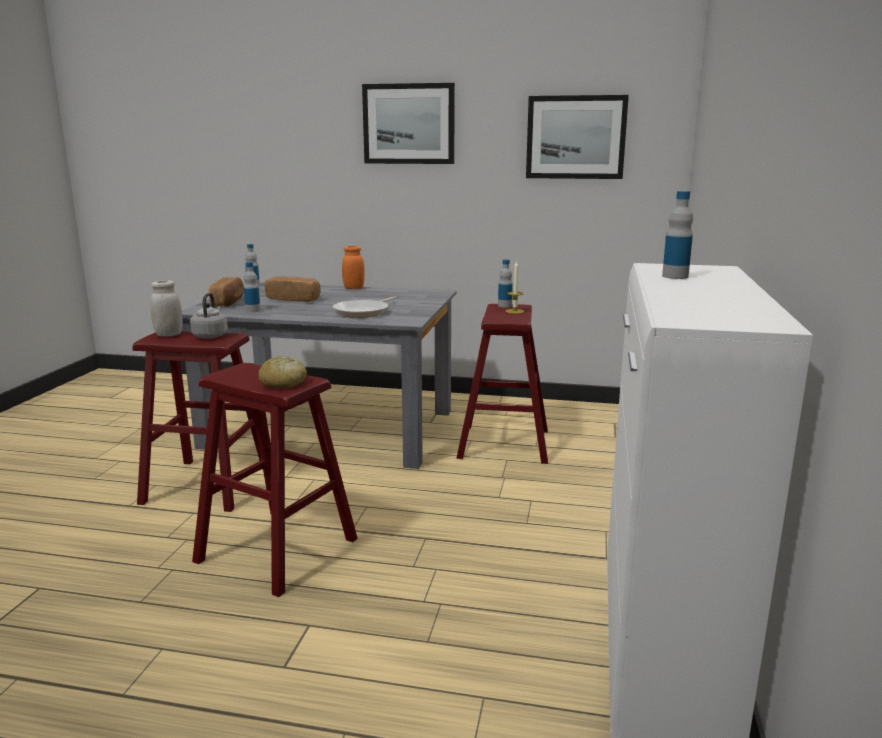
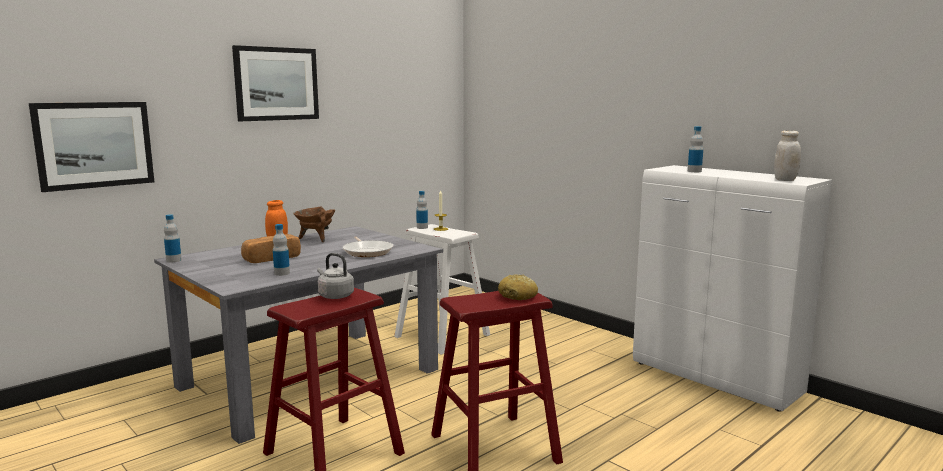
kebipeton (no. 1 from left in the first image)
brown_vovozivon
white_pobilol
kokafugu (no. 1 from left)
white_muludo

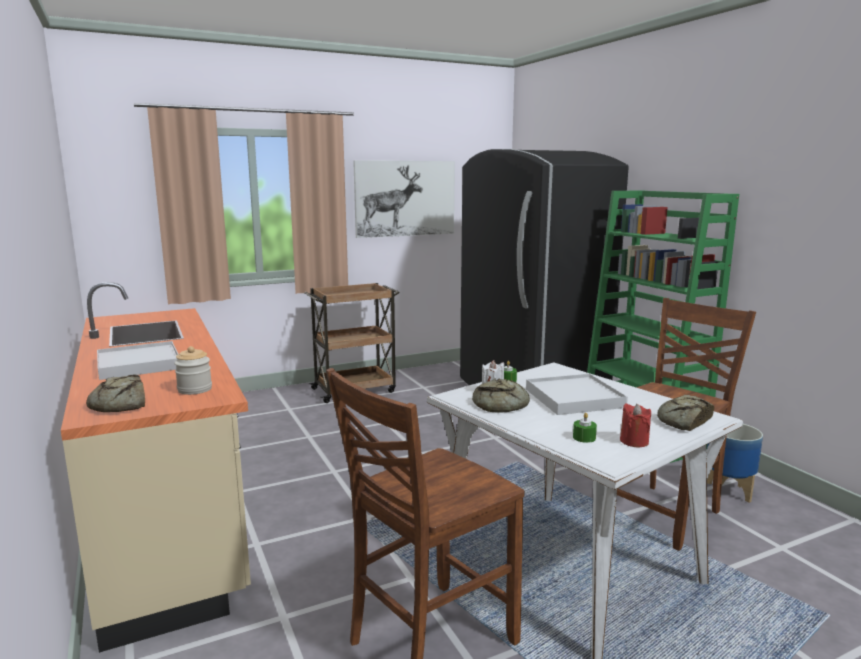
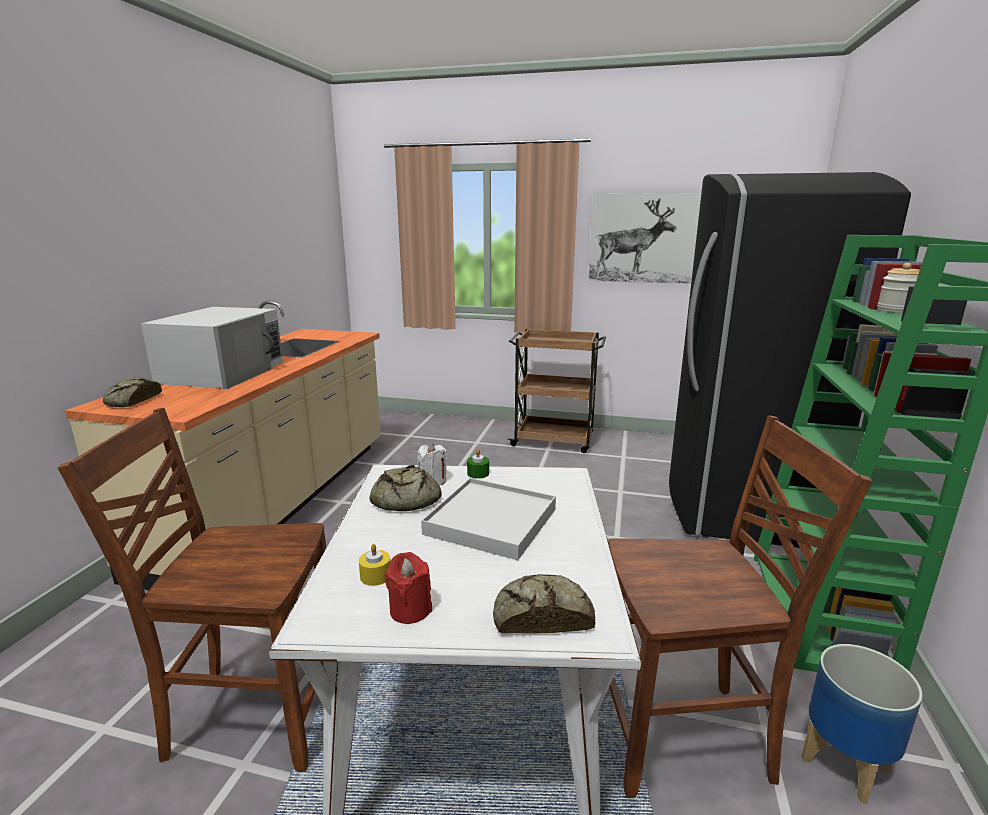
pobilol
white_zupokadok
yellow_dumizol

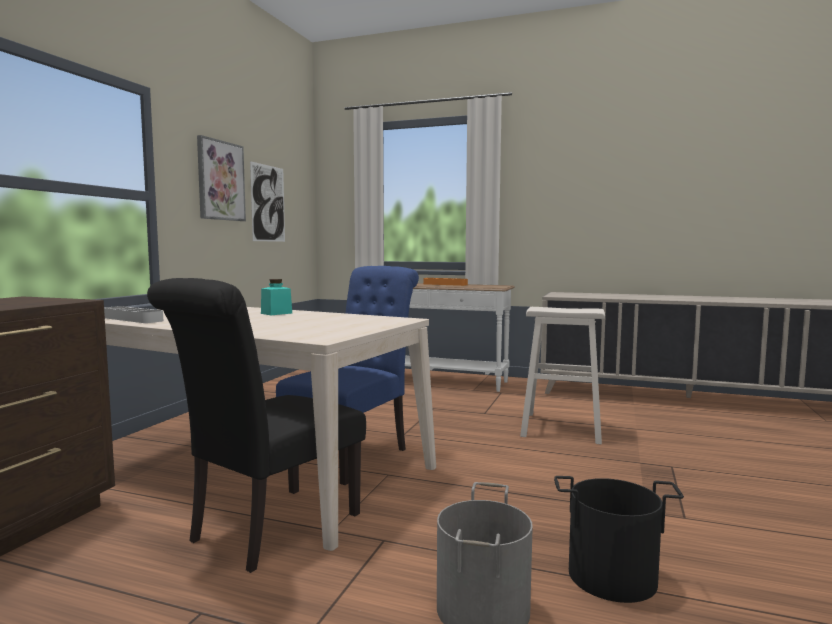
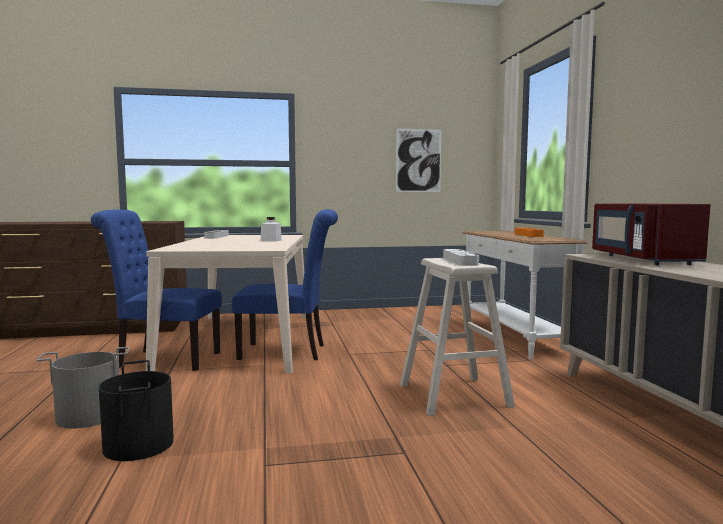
kokafugu (no. 1 from left in the first image)
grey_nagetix (no. 2 from left)
red_zupokadok
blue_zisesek (no. 1 from left)
white_pobilol

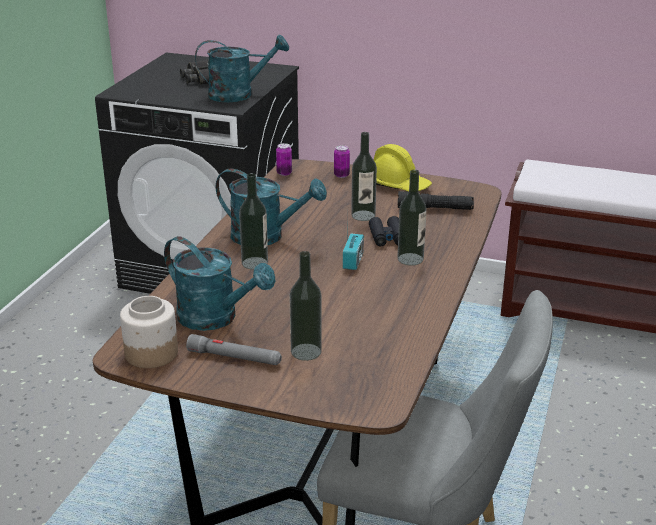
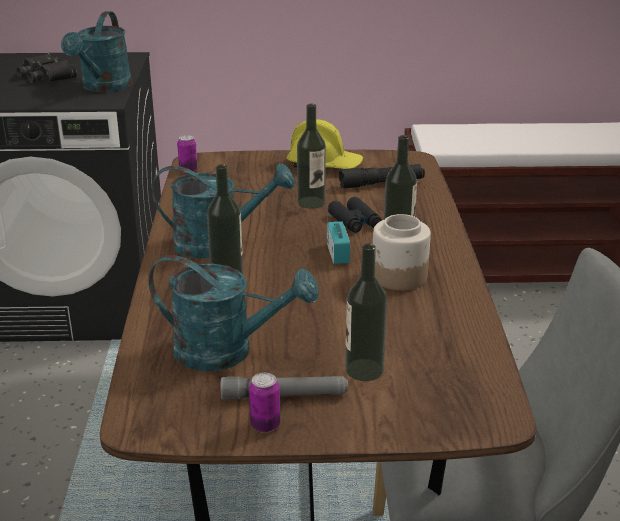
pobilol
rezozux (no. 2 from left)
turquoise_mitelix (no. 1 from left)

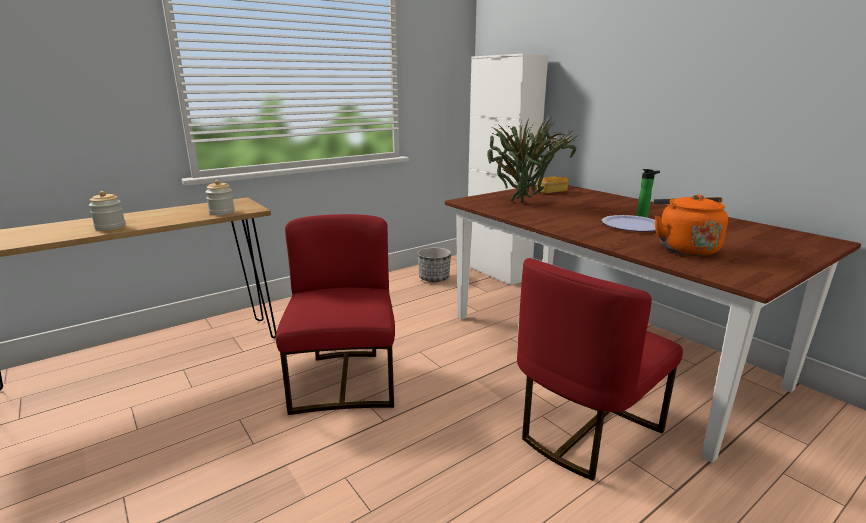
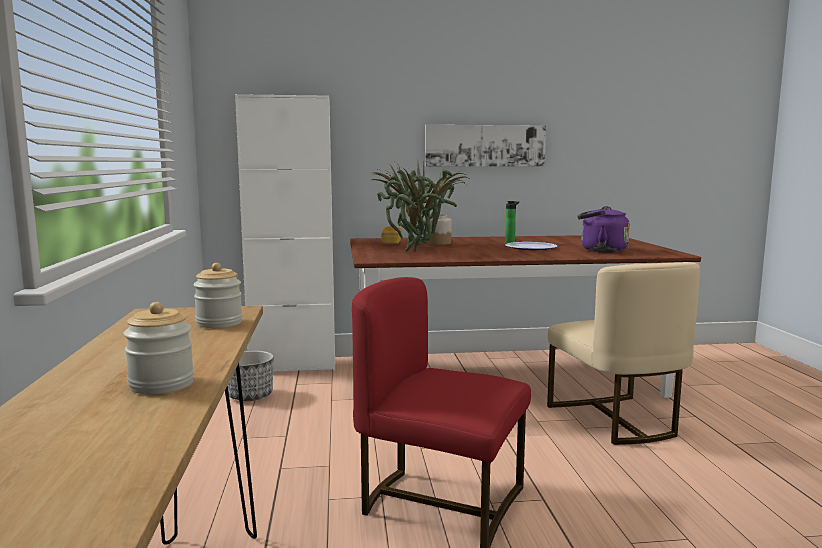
kokafugu
pobilol (no. 3 from left)
beige_zisesek
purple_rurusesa

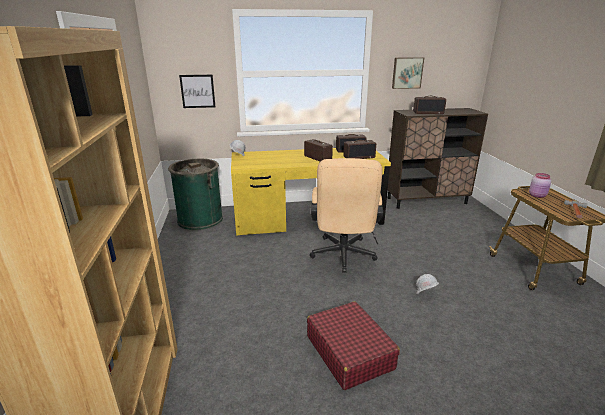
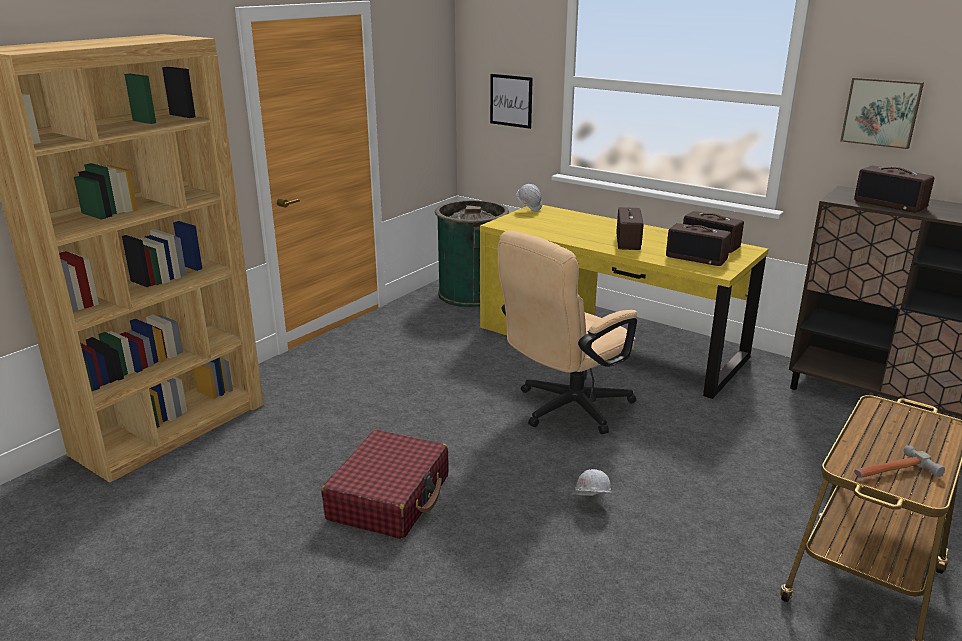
pink_pobilol

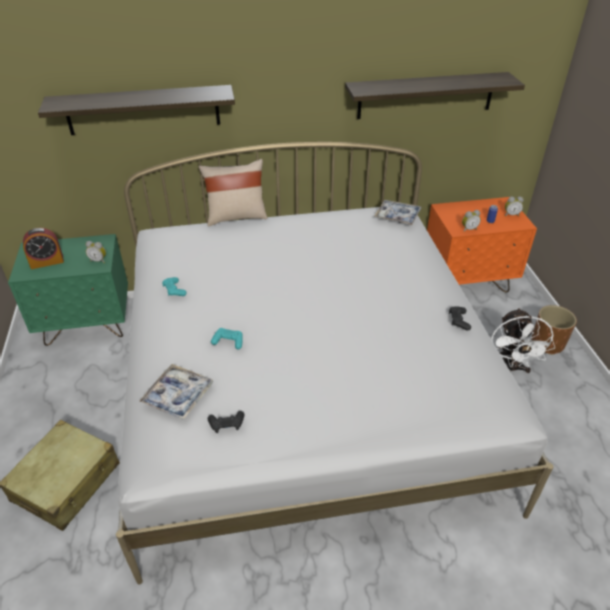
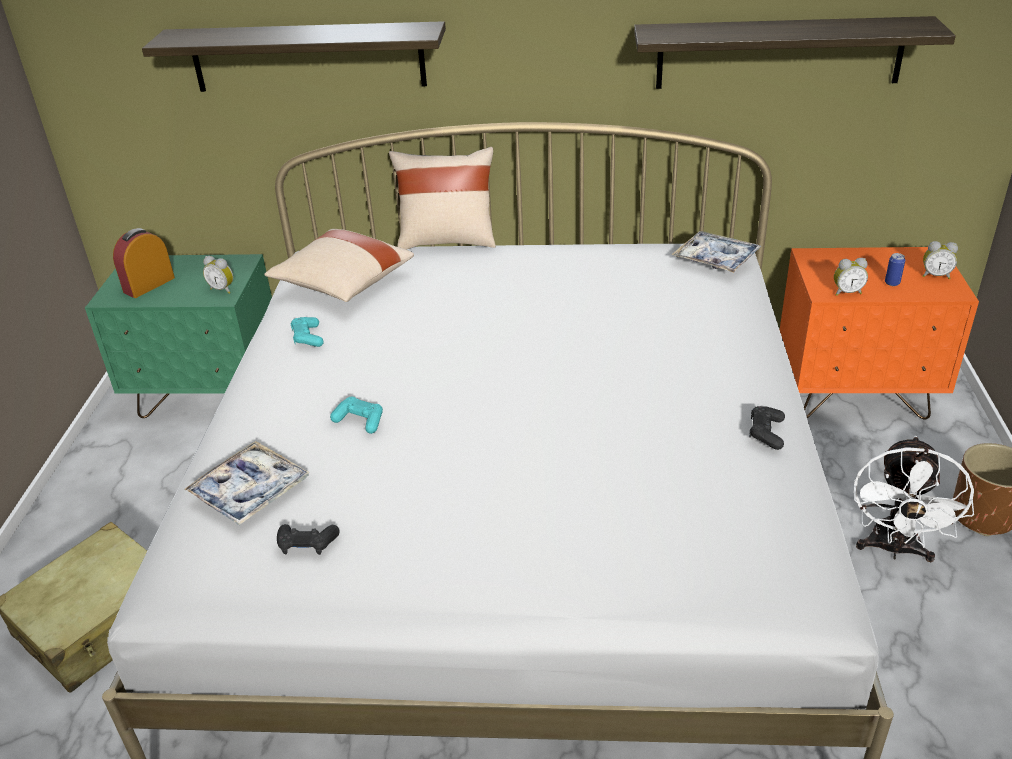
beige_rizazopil (no. 1 from left)
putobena (no. 1 from left)

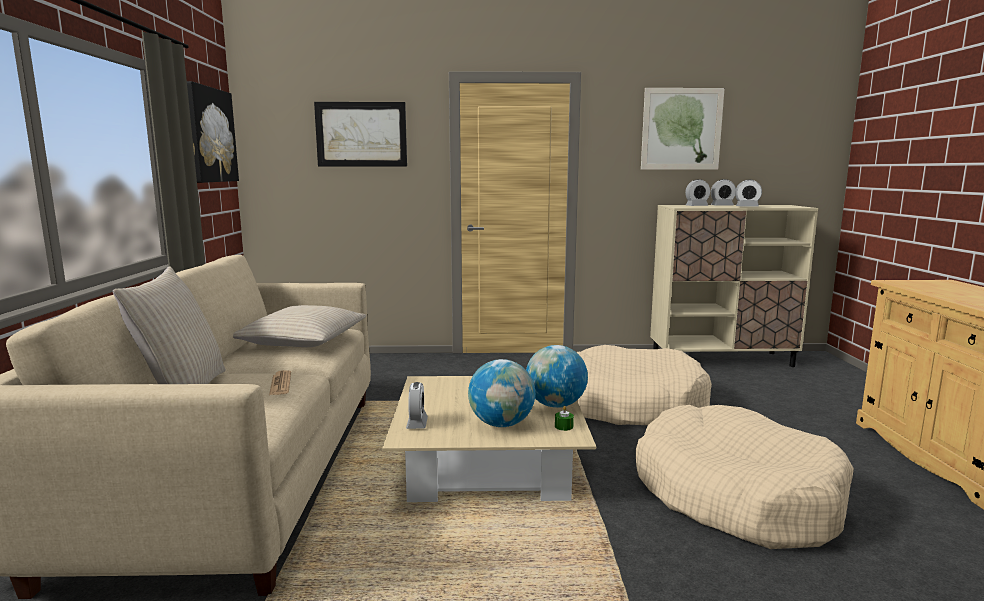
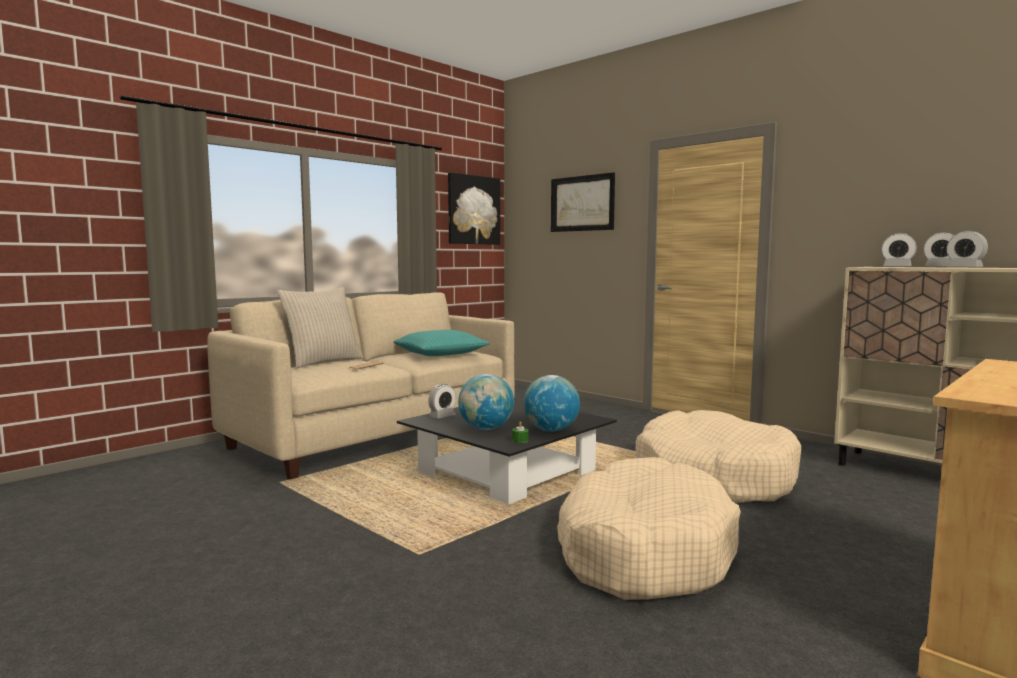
kokafugu (no. 3 from left in the first image)
turquoise_rizazopil
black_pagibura

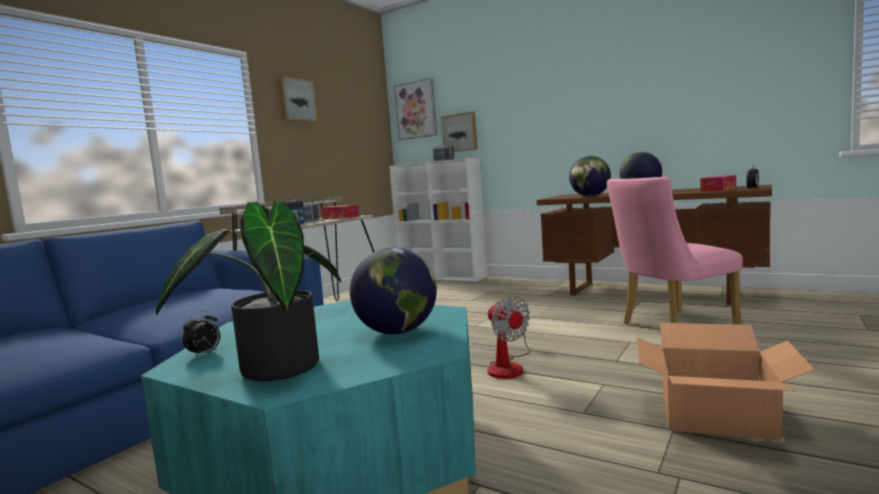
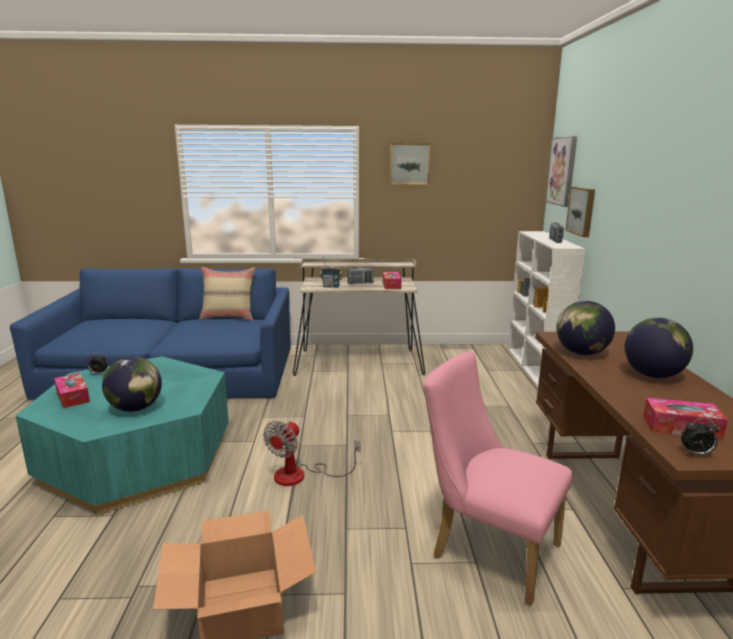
beige_rizazopil
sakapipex (no. 1 from left)

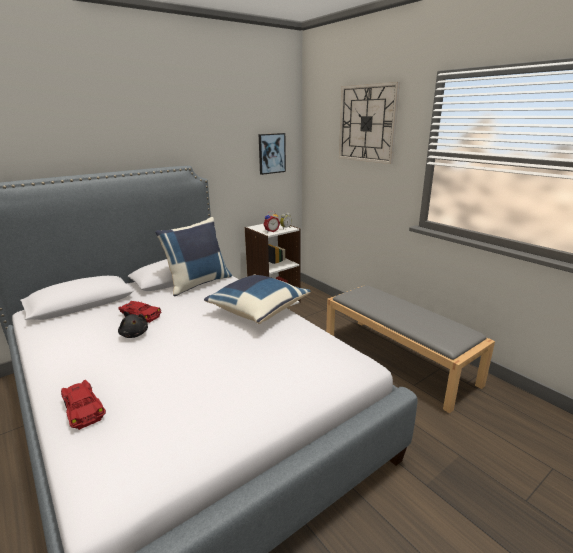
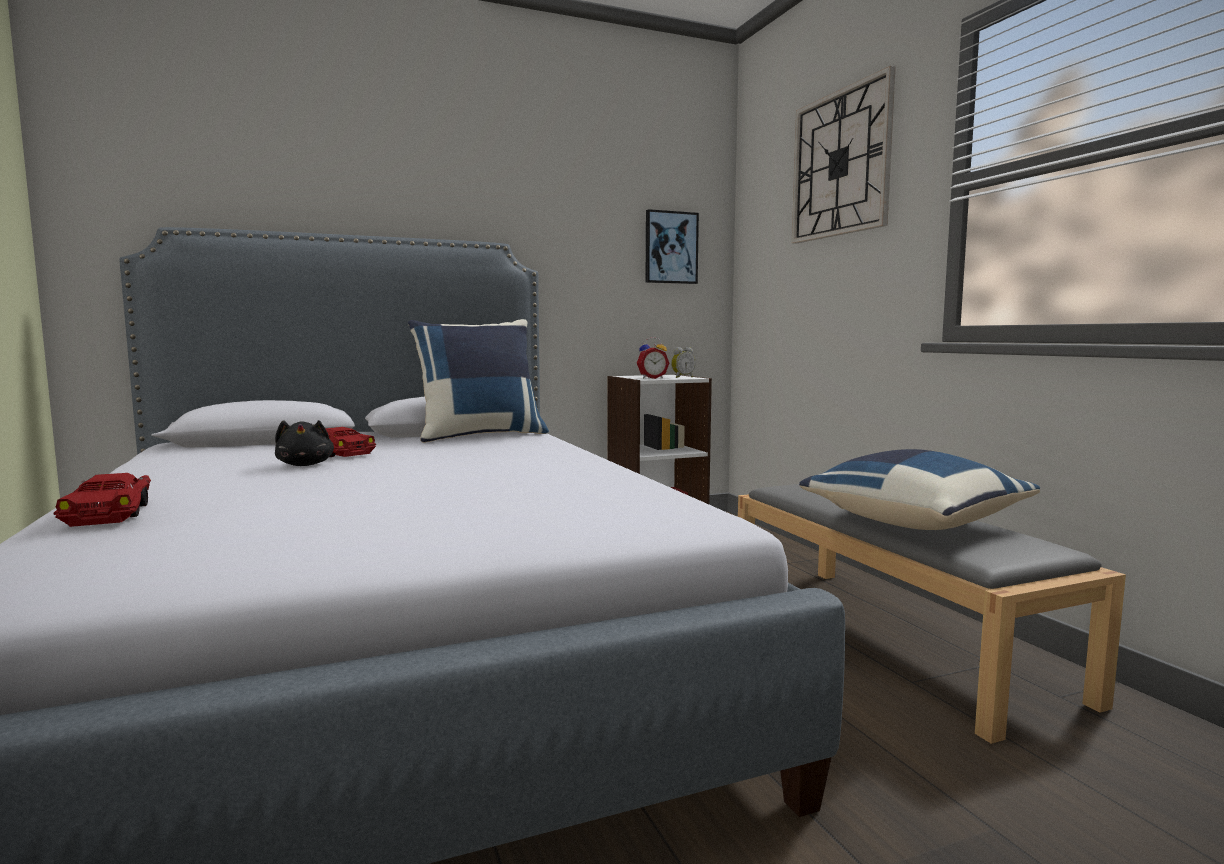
blue_rizazopil (no. 2 from left)

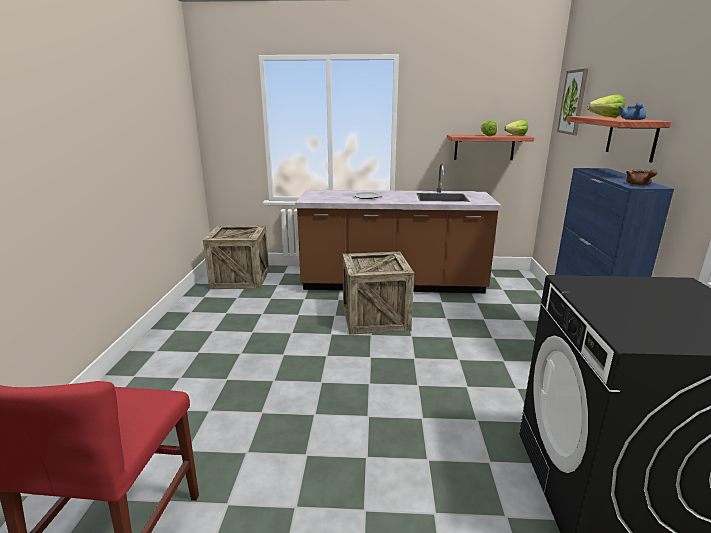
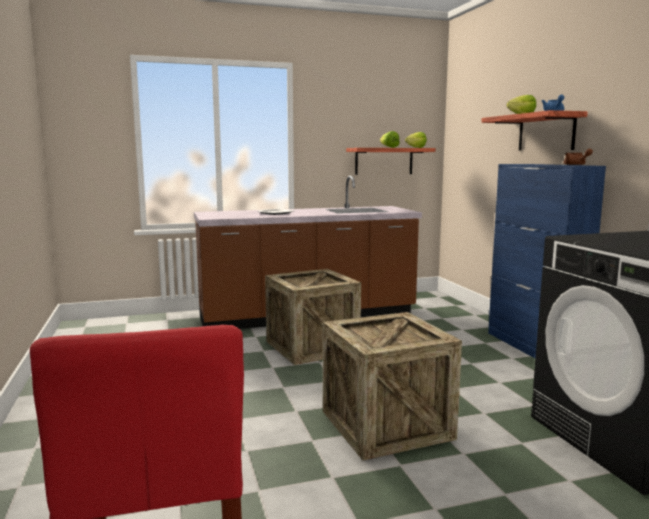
kokafugu
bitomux (no. 2 from left)

